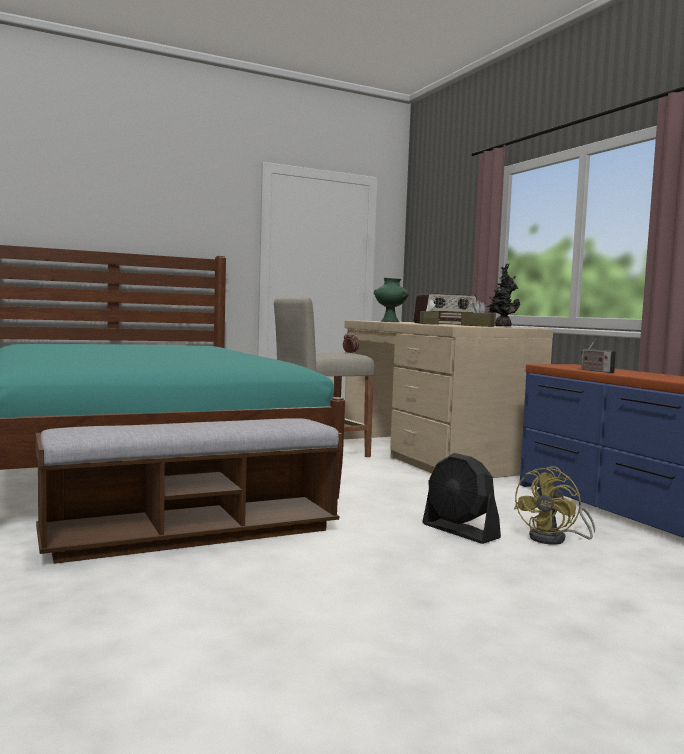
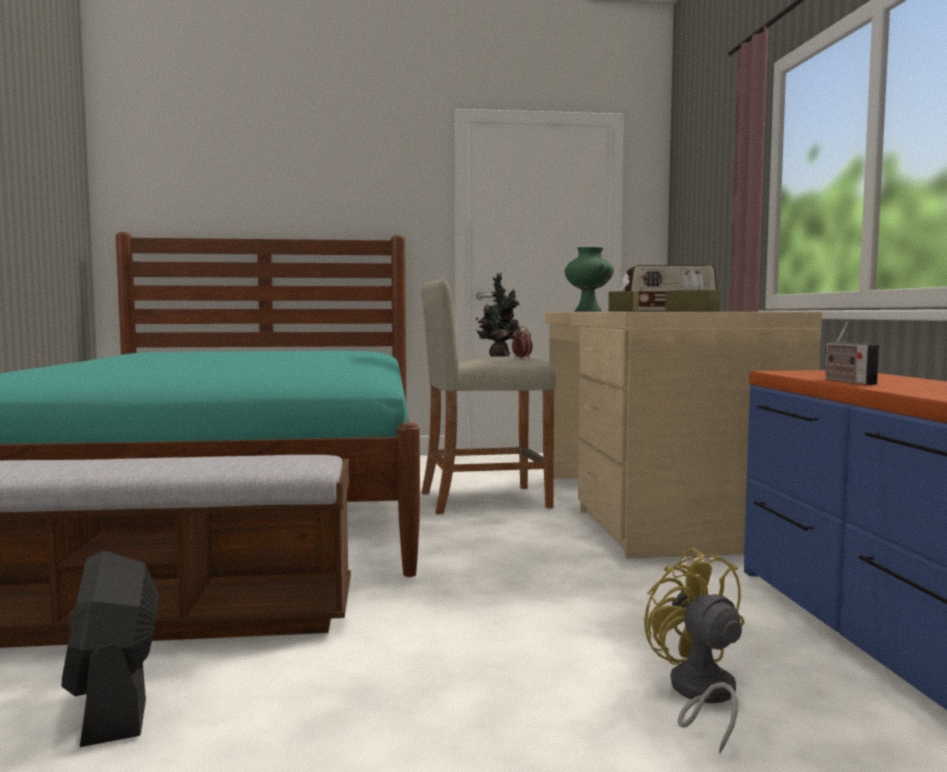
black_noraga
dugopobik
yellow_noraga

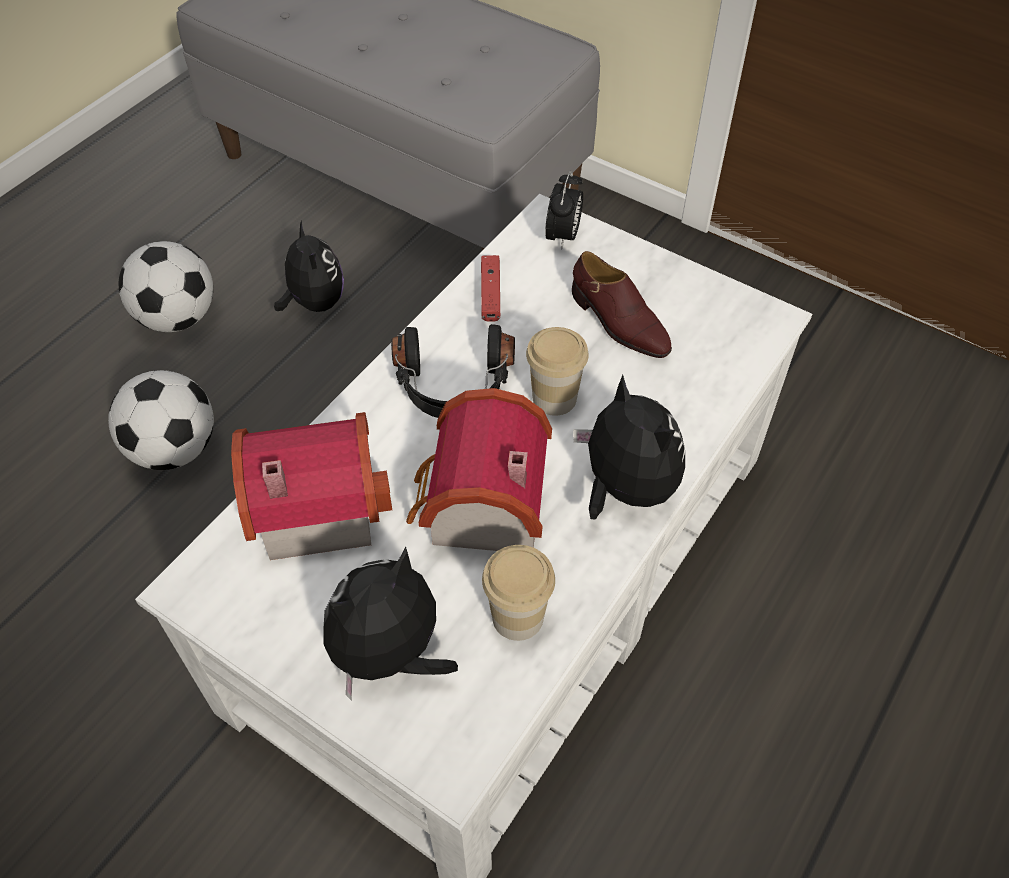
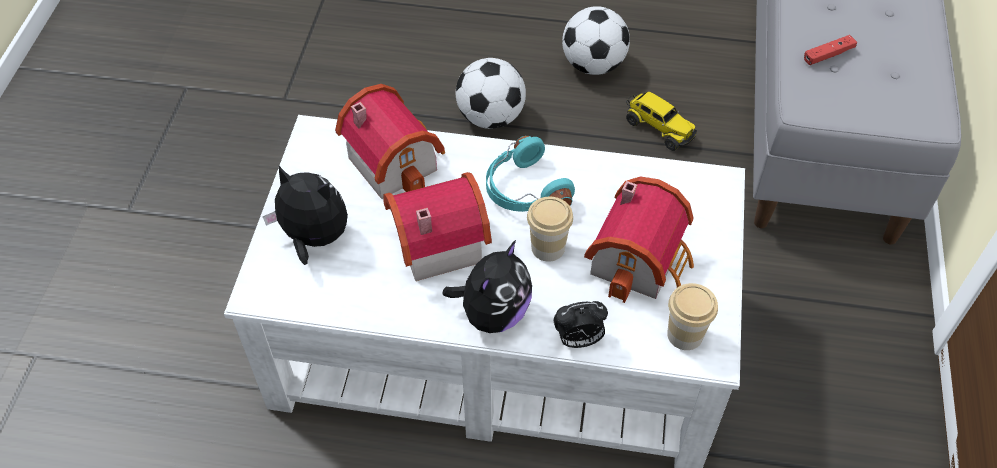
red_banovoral
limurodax (no. 2 from left)
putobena
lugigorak
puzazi (no. 3 from left)
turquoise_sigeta

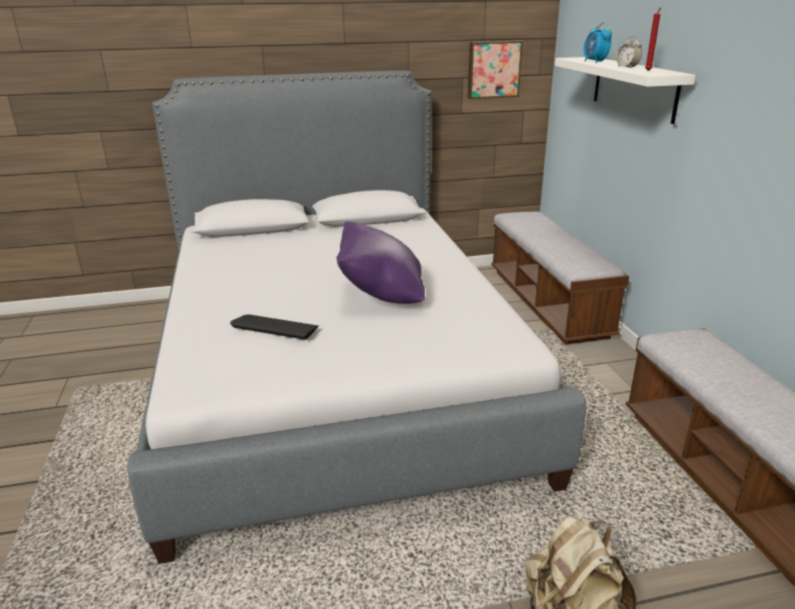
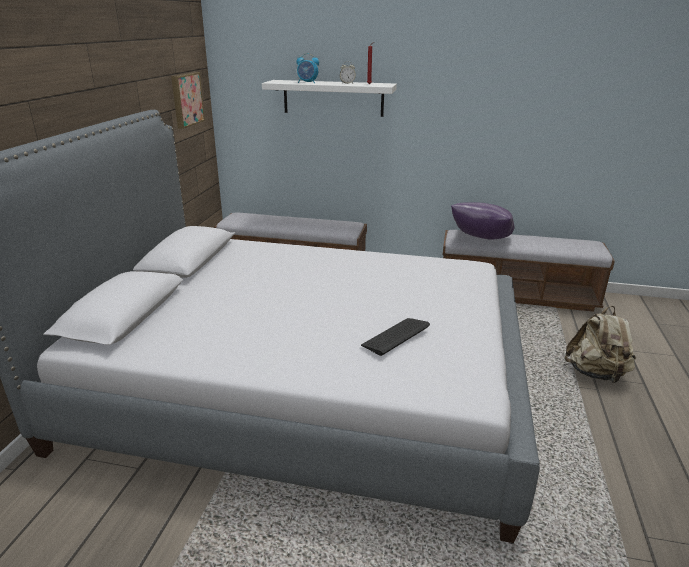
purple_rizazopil

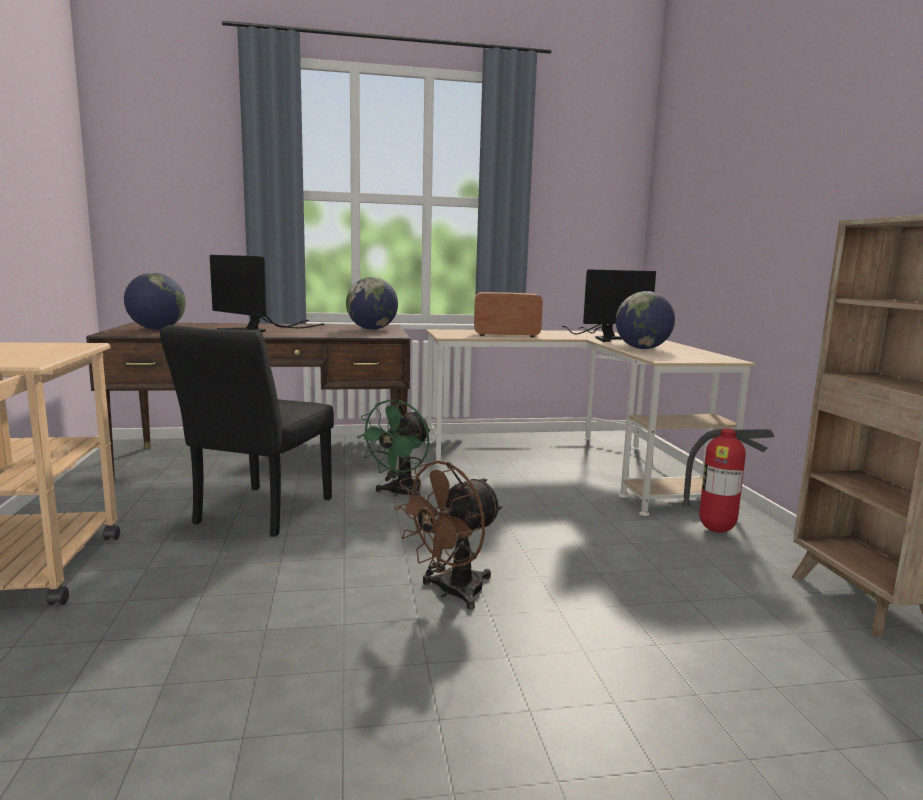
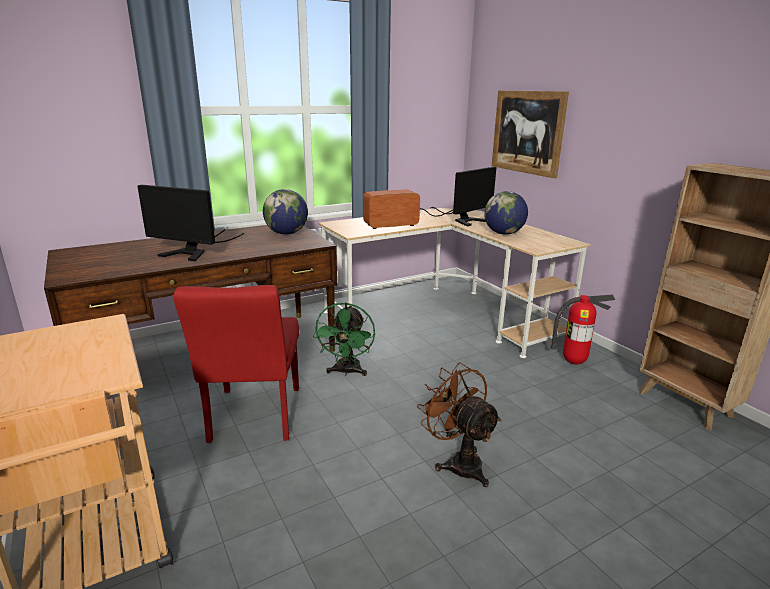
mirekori (no. 1 from left in the first image)
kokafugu
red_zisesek
brown_noraga

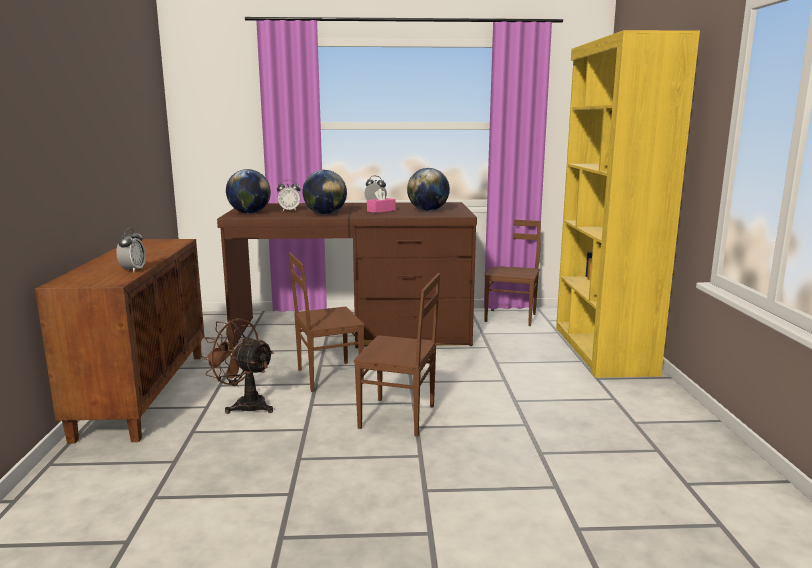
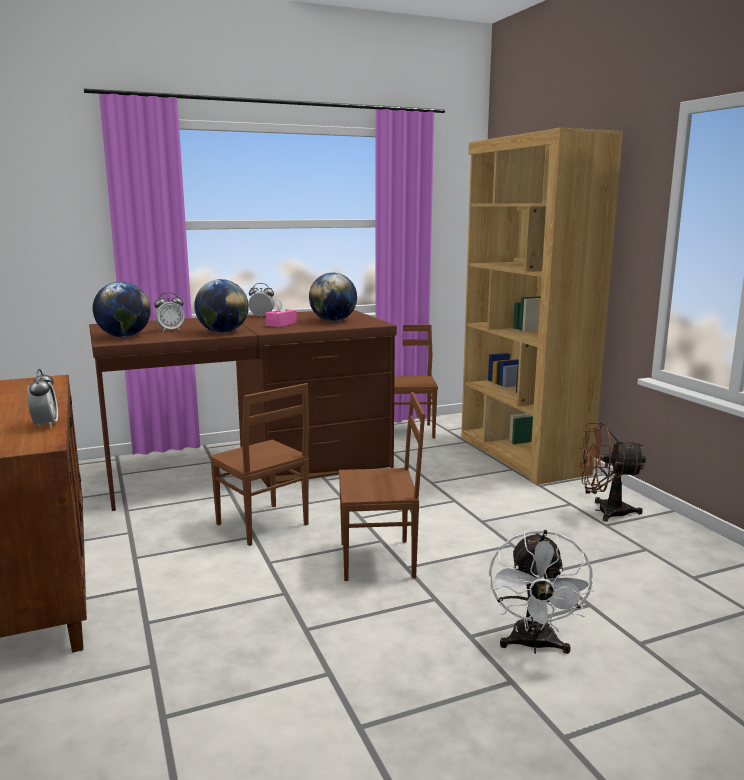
white_noraga
brown_noraga
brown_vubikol
brown_zisesek (no. 1 from left)

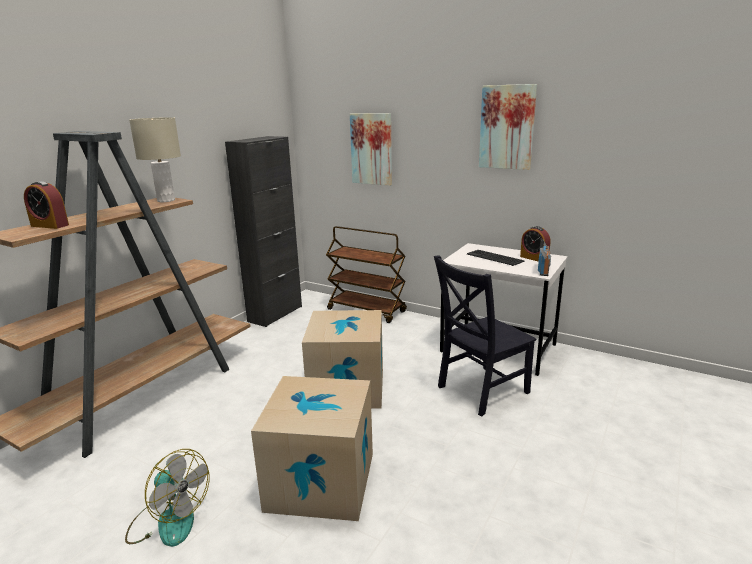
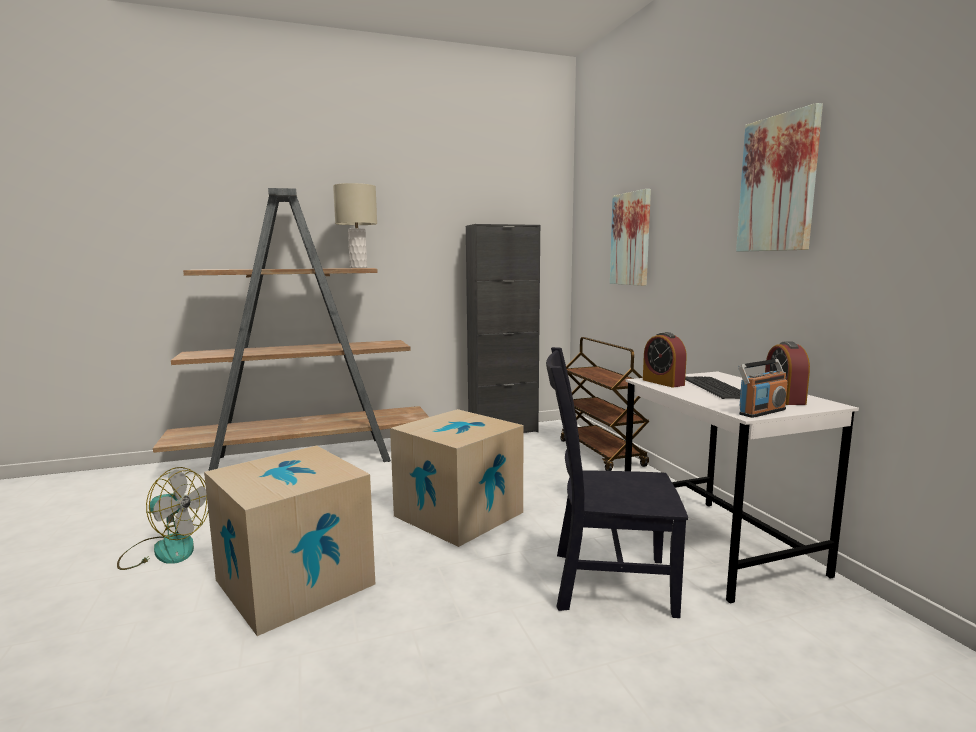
putobena (no. 1 from left)
noraga

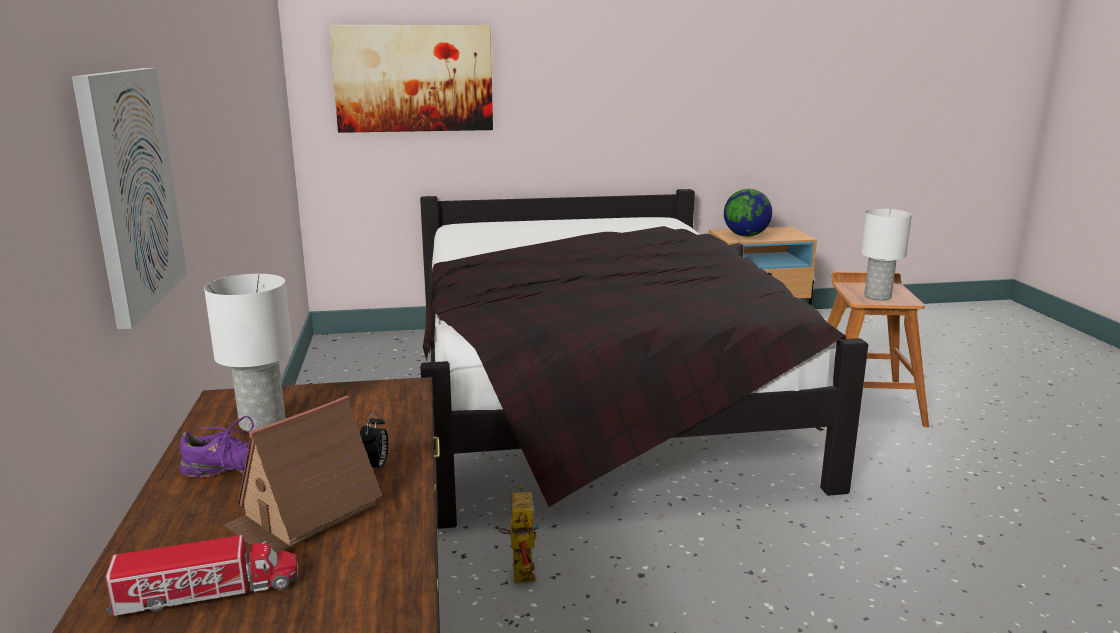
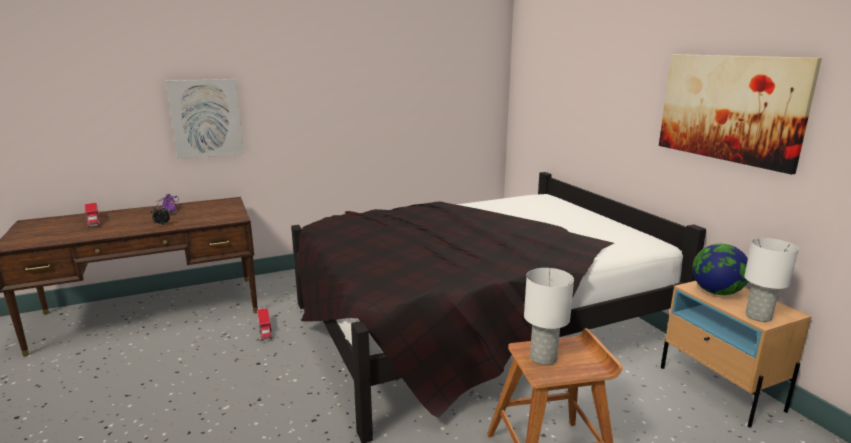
puzazi
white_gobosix (no. 2 from left)
kokafugu (no. 2 from left)
lugigorak (no. 2 from left)

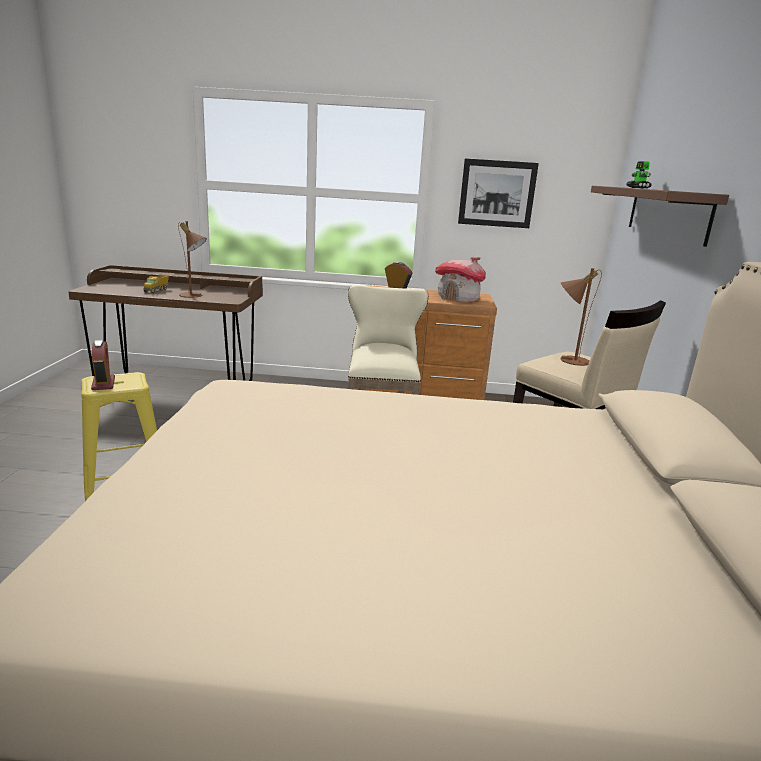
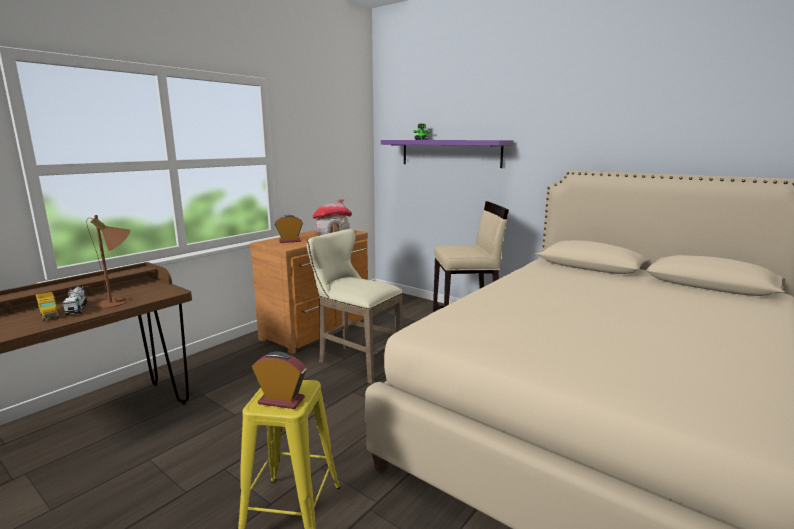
kokafugu
brown_gobosix (no. 2 from left in the first image)
lugigorak (no. 2 from left)
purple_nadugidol

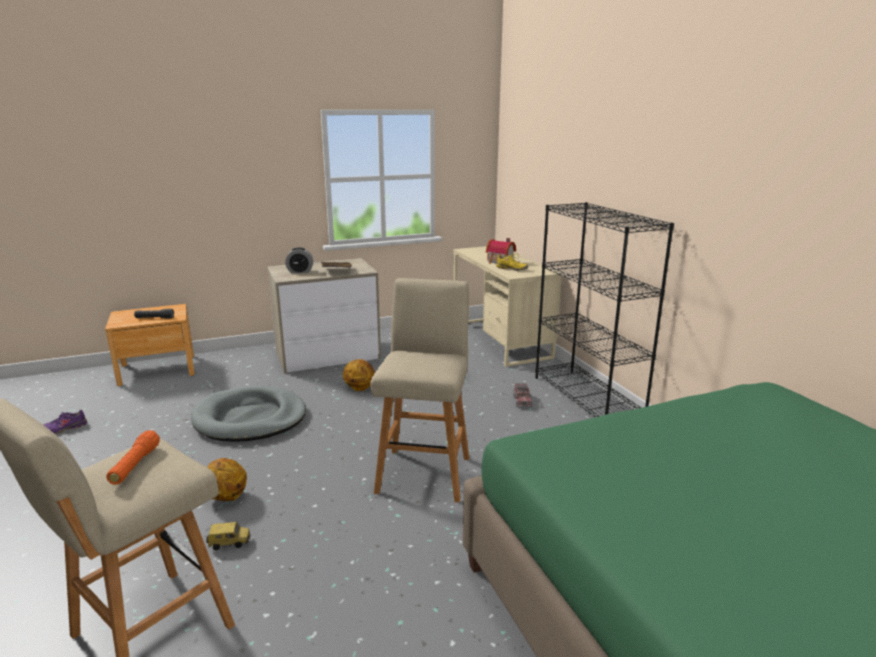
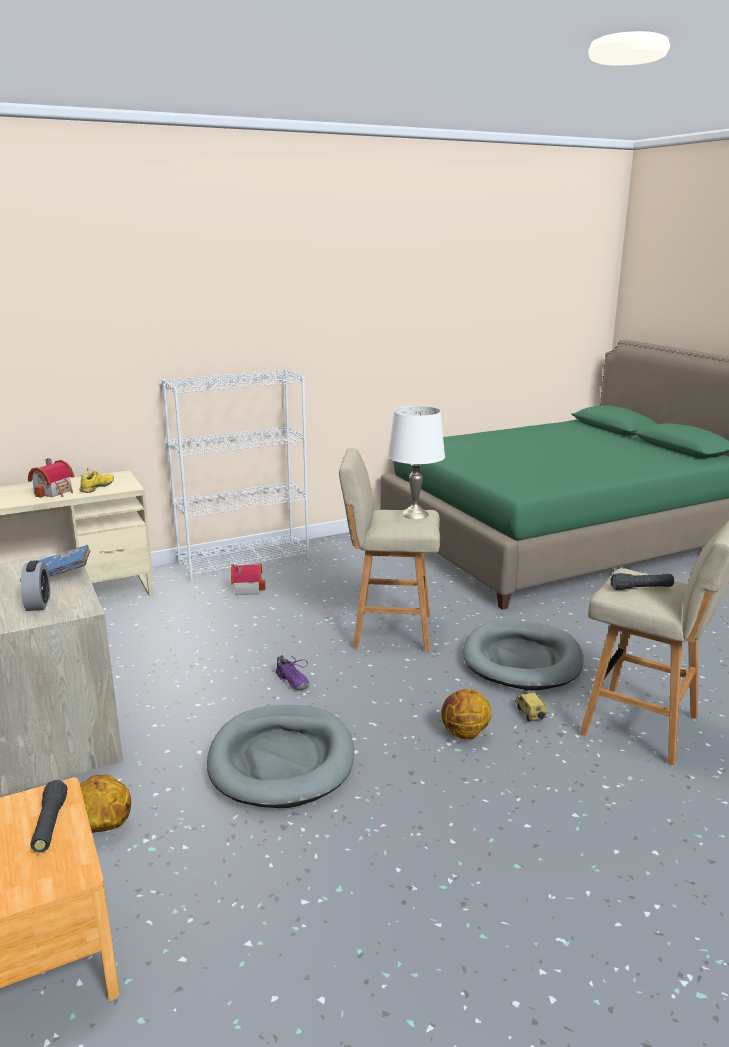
white_gobosix
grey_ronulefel (no. 2 from left)
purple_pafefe
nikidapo (no. 1 from left)
puzazi (no. 2 from left)
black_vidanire (no. 2 from left)
white_vubikol

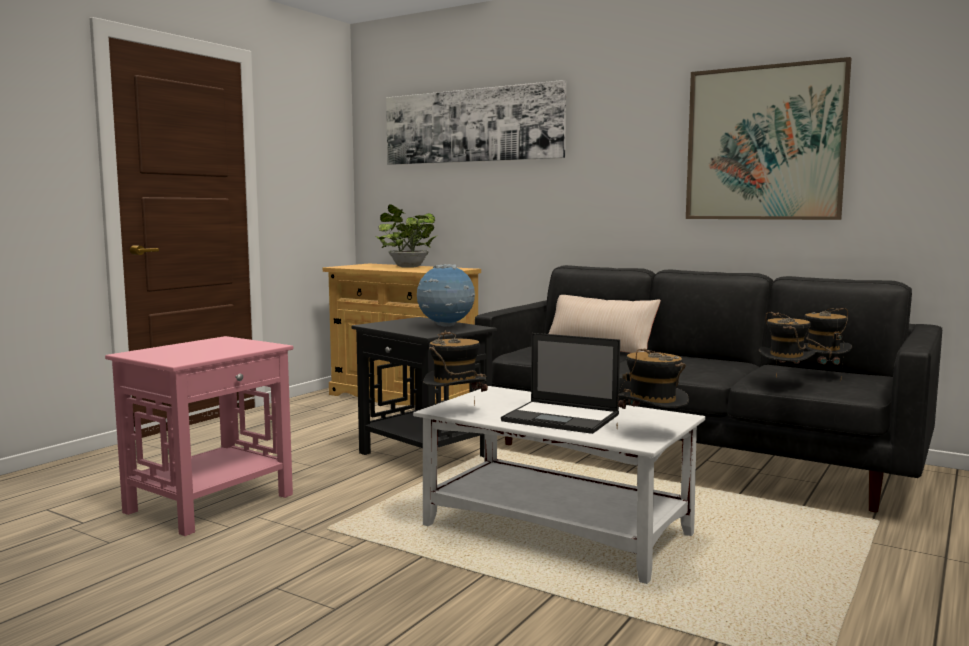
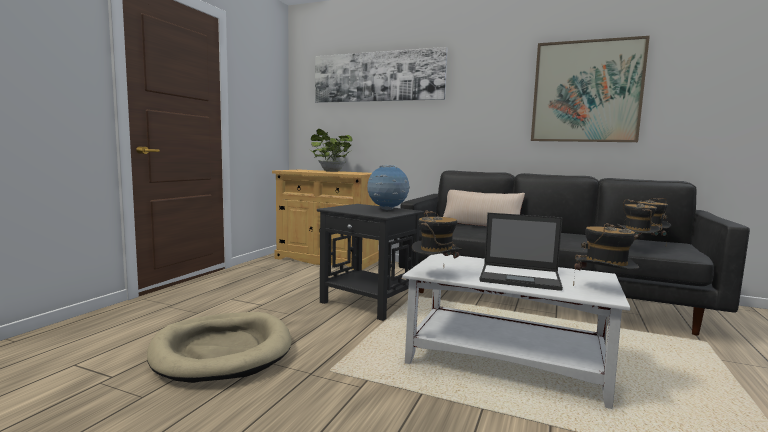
beige_ronulefel

